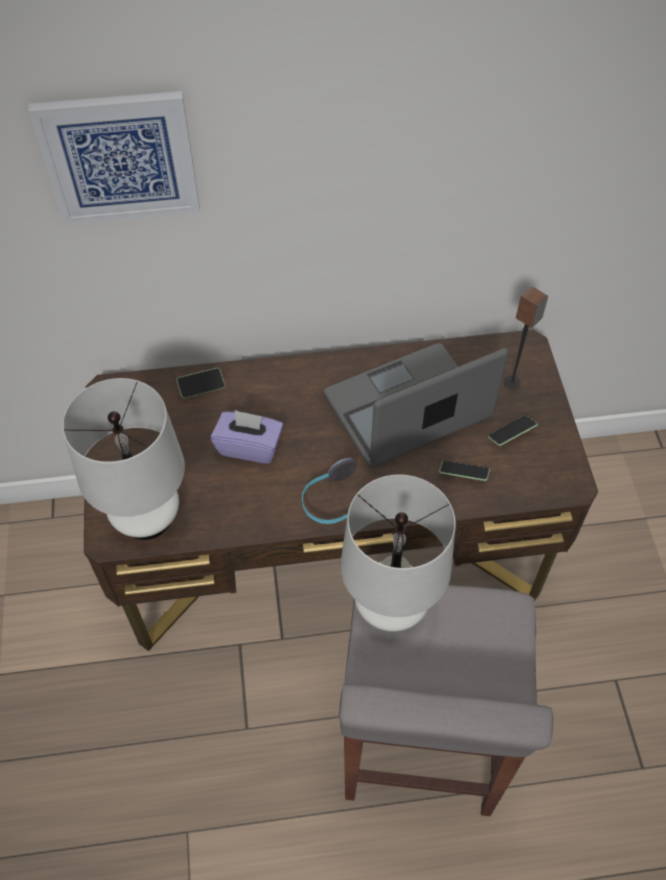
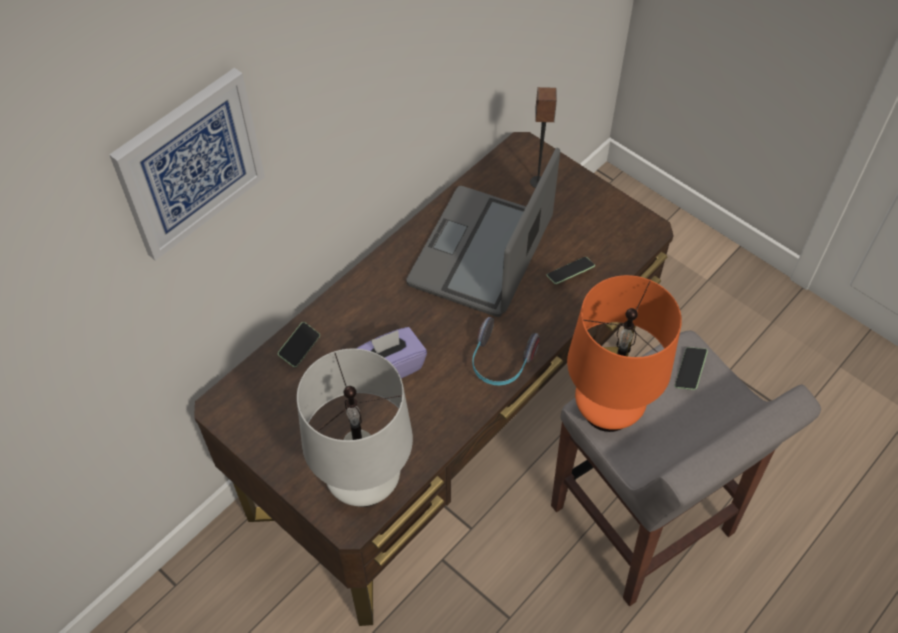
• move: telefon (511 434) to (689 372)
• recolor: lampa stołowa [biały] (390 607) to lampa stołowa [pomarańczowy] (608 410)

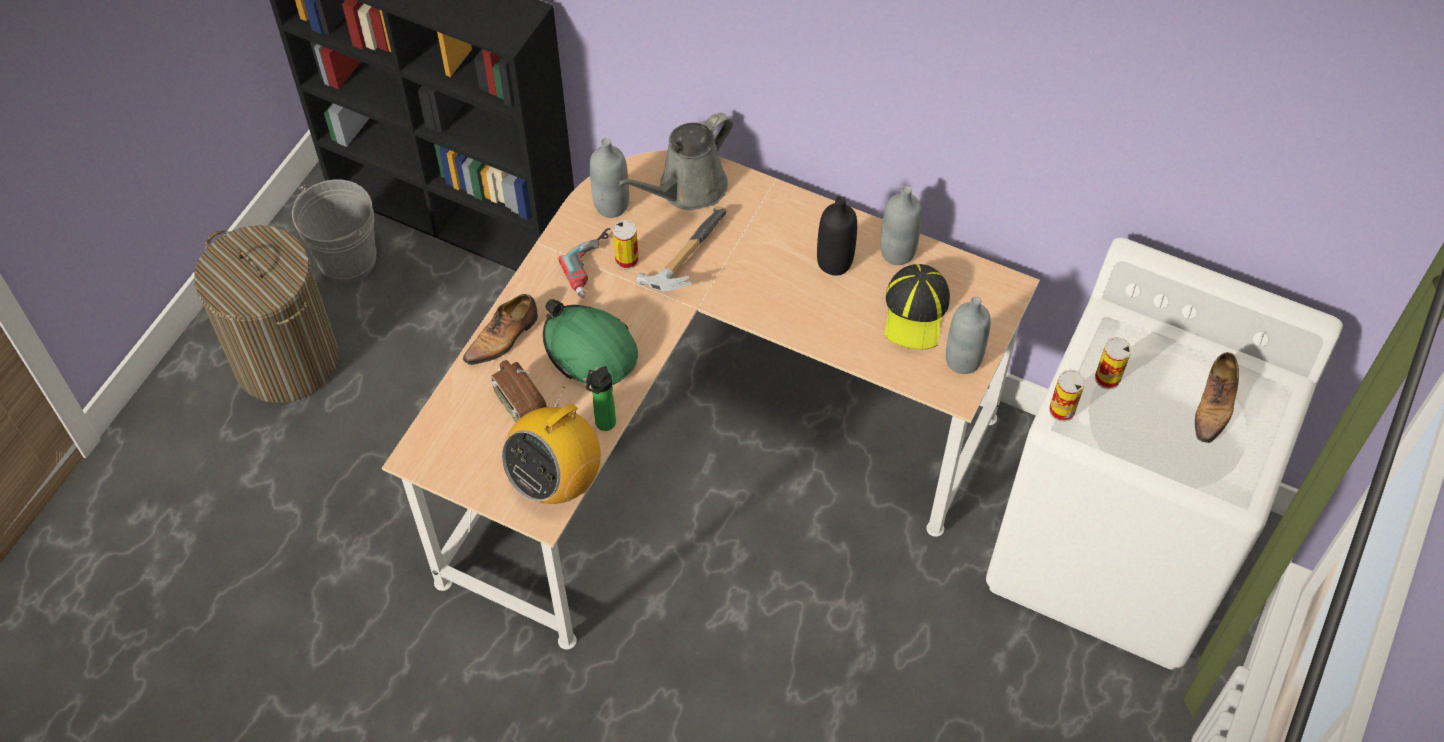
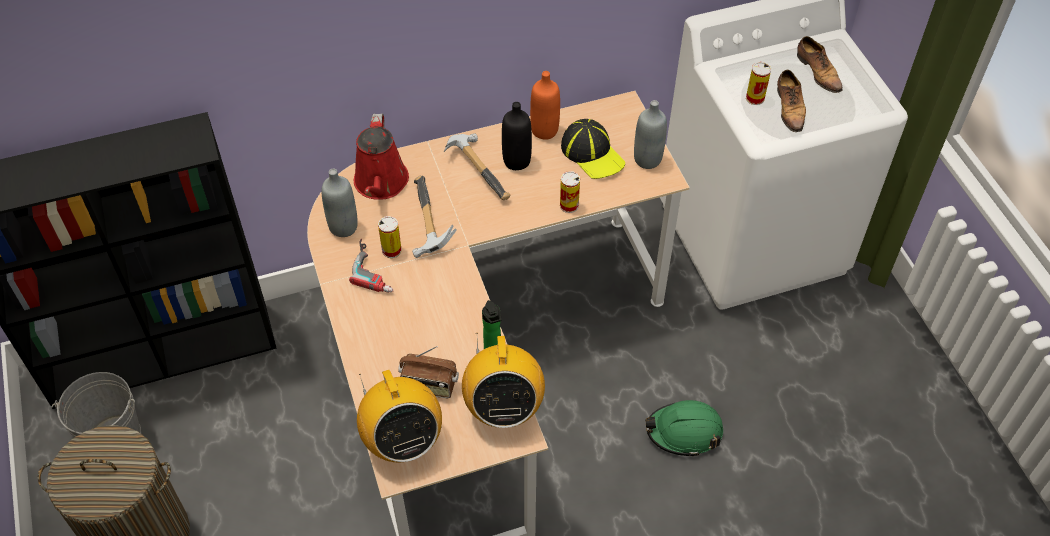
• recolor: konewka [szary] (687 189) to konewka [czerwony] (380 184)
• recolor: butelka [szary] (897 252) to butelka [pomarańczowy] (544 130)
• move: but (503 337) to (789 109)
• move: kask [zielony] (590 350) to (684 432)
• move: puszka (1062 410) to (569 205)
• insert: młotek (481 169)
• insert: radio (402 441)

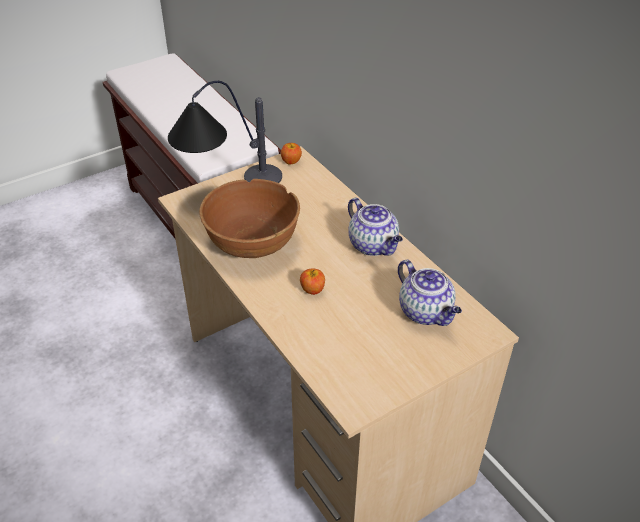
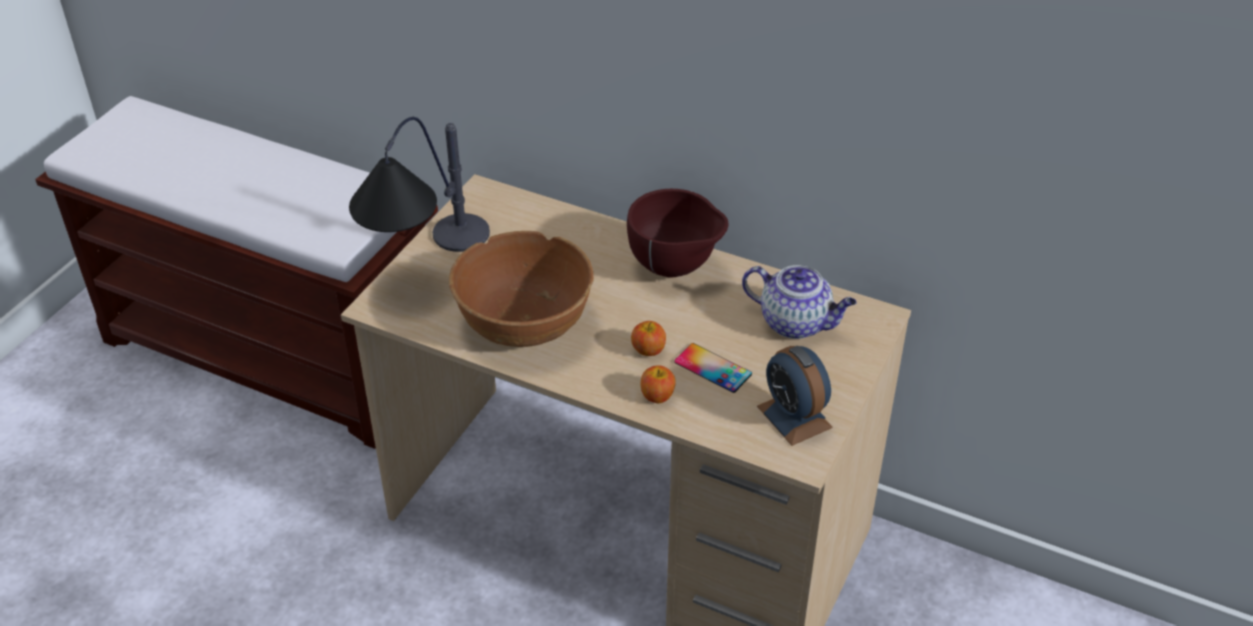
• move: jabłko (291 161) to (657 396)
• replace: imbryk (374 246) to miska [brązowy] (676 269)
• insert: telefon (712 368)
• insert: budzik (794 417)

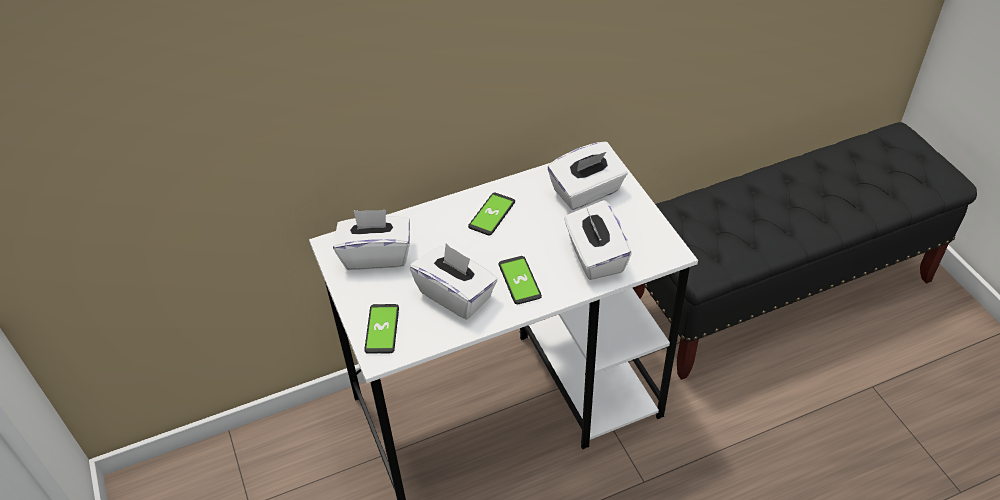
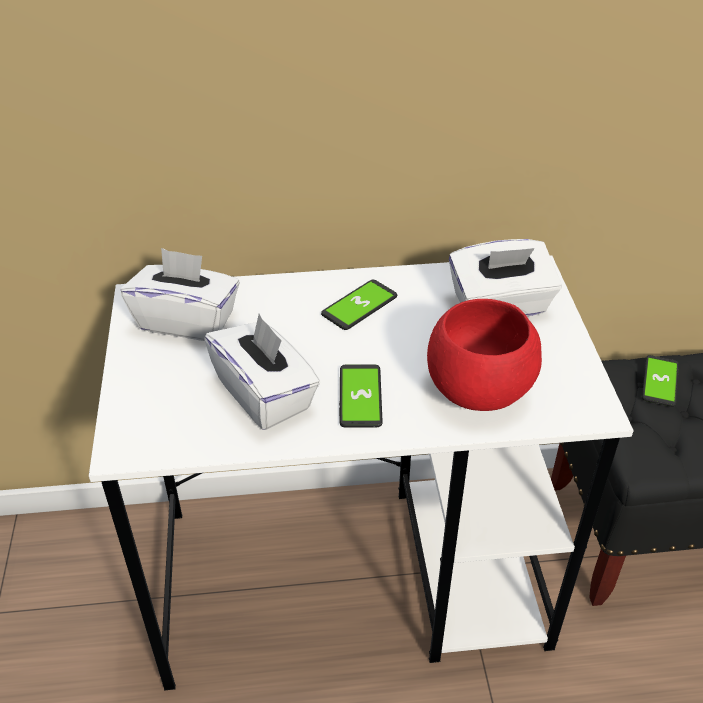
• replace: pudełko chusteczek [biały] (595 256) to miska [czerwony] (480 390)
• move: telefon (382 329) to (660 381)

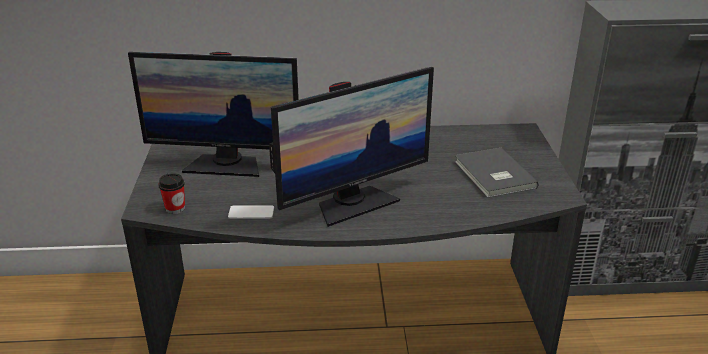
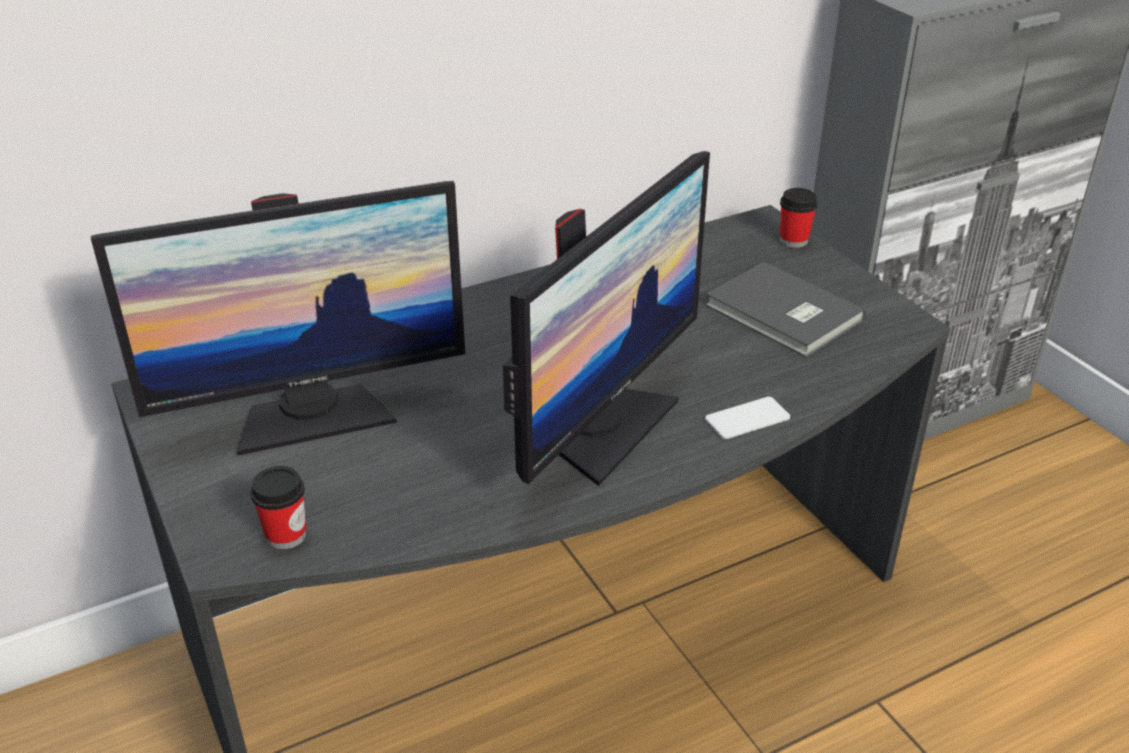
• move: telefon (251 213) to (747 419)
• insert: filiżanka (793 240)

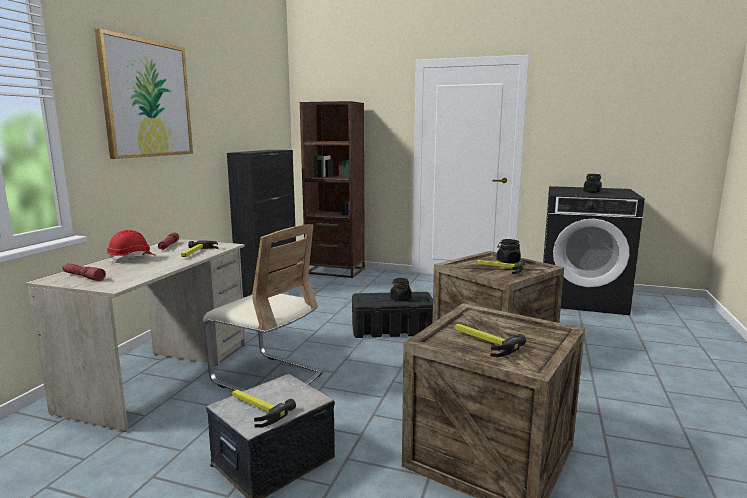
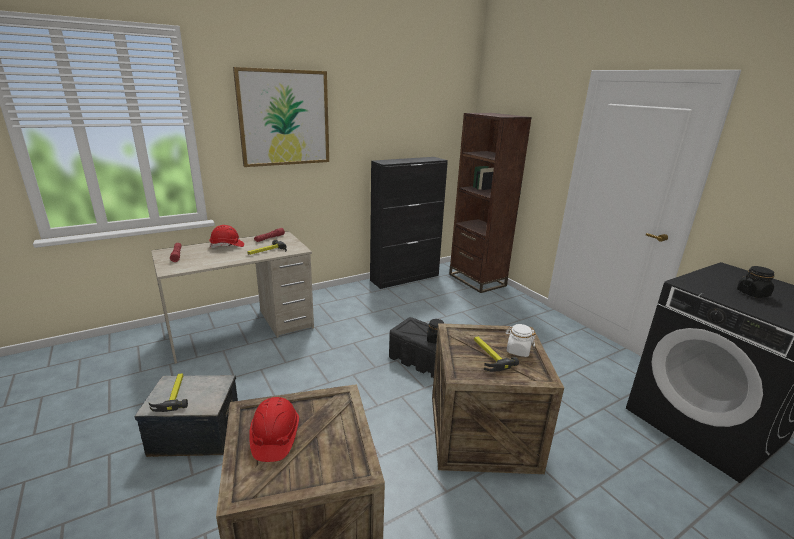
• delete: krzesło [beżowy] (267 378)
• recolor: słoik [czarny] (508 262) to słoik [biały] (518 351)
• replace: młotek (482 342) to kask [czerwony] (275 438)

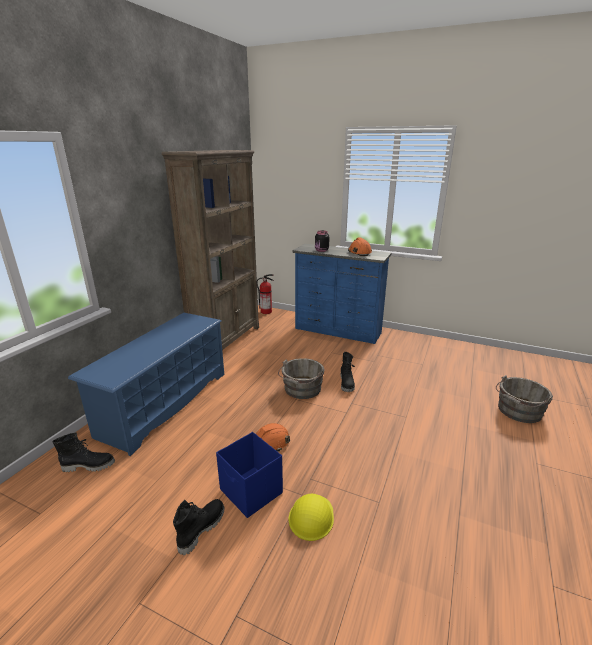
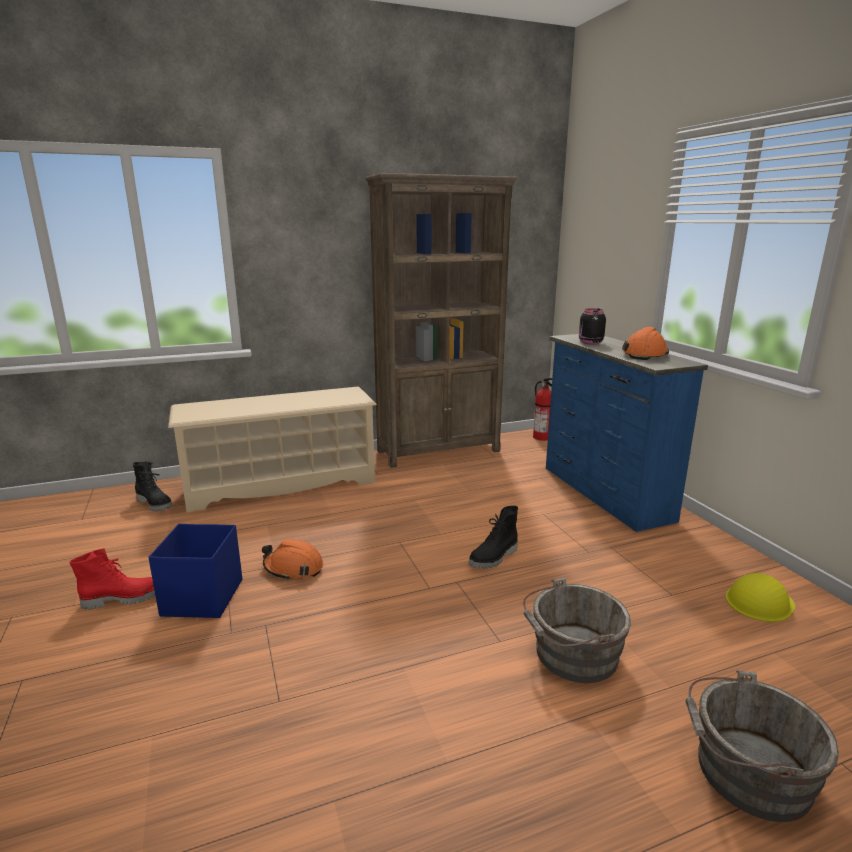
• recolor: regał na buty [niebieski] (165 403) to regał na buty [beżowy] (282 484)
• move: wiadro [szary] (301 389) to (571 655)
• move: kask [żółty] (311 516) to (759 602)
• recolor: but z cholewką [czarny] (201 528) to but z cholewką [czerwony] (123 598)

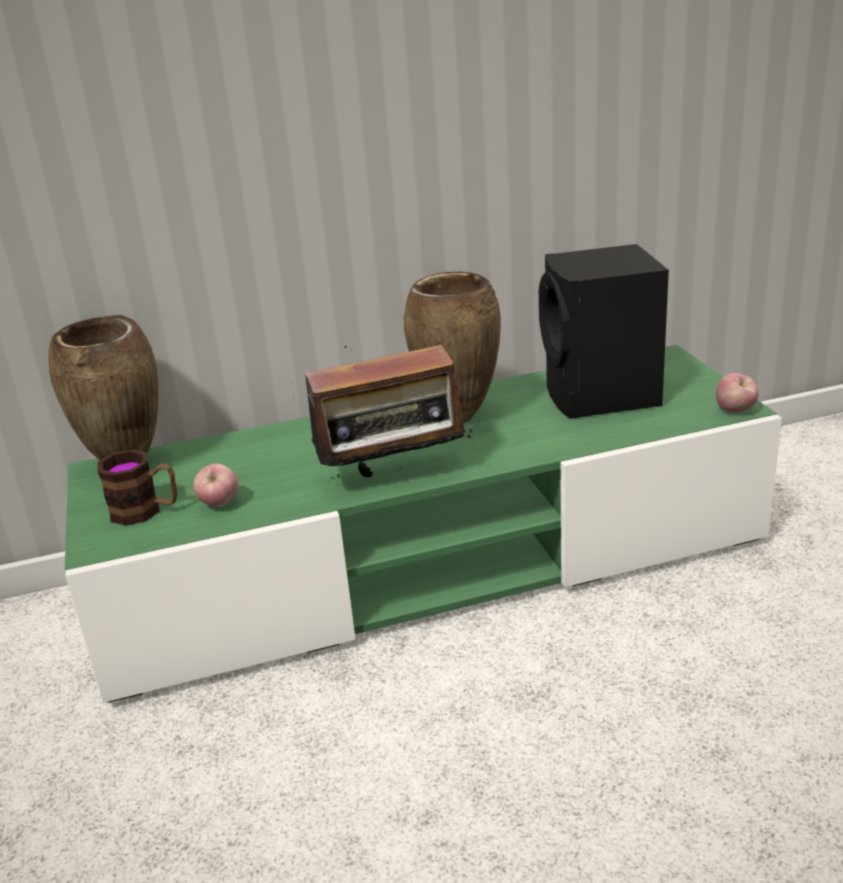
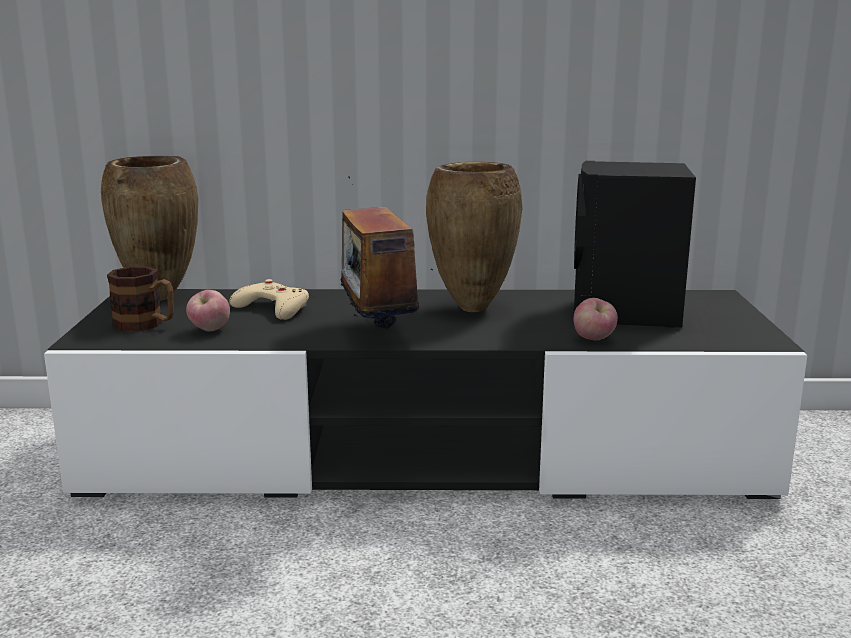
• recolor: szafka pod telewizor [zielony] (431 565) to szafka pod telewizor [czarny] (425 454)
• rotate: radio (394 478) = (376 337) 75 degrees clockwise
• move: jabłko (735 411) to (594 339)
• insert: pad do gier [beżowy] (273 308)

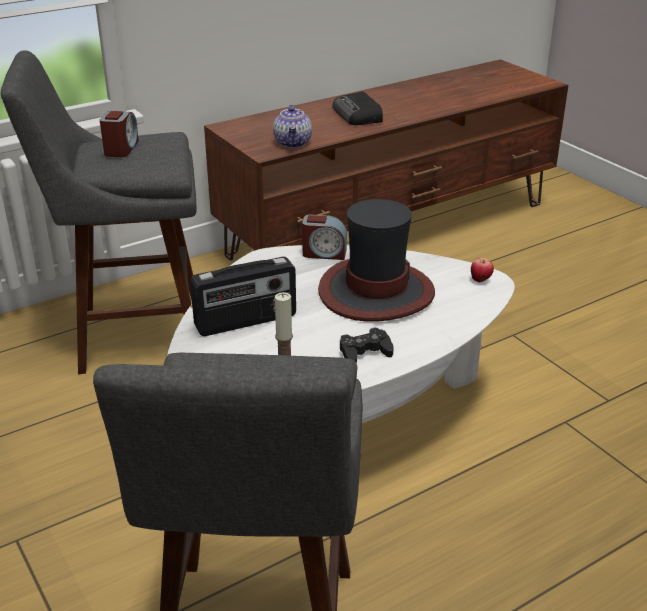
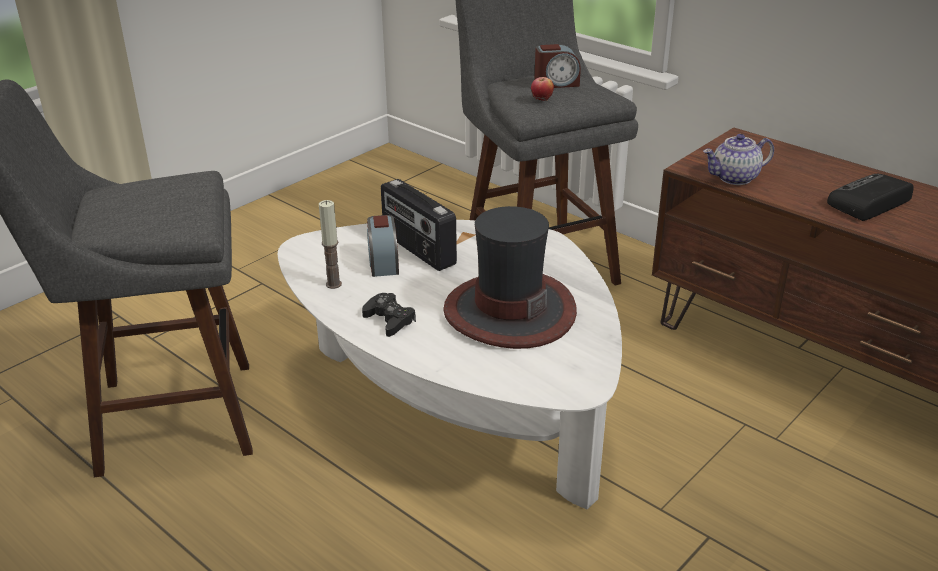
• move: budzik (324 253) to (383 263)
• move: jabłko (480 280) to (541 100)

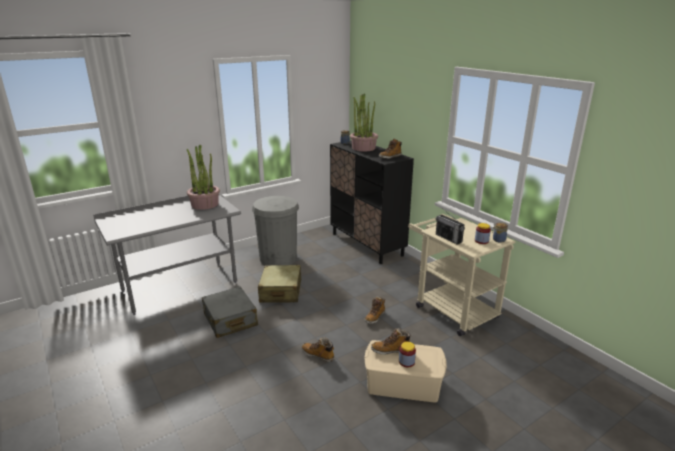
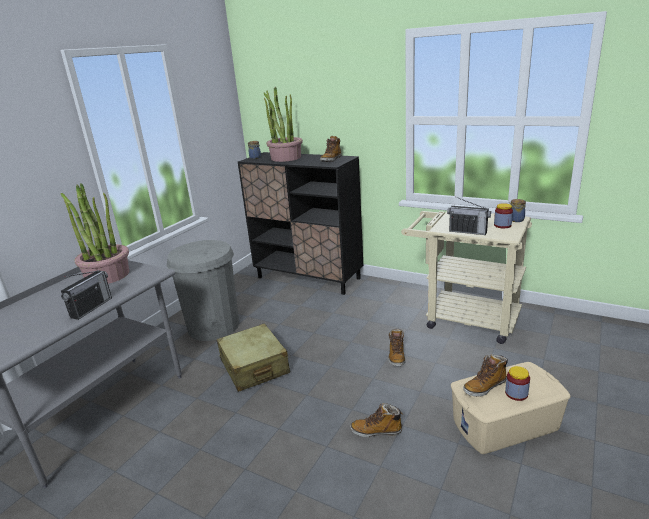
• delete: walizka [szary] (230 320)
• insert: radio (91 308)

